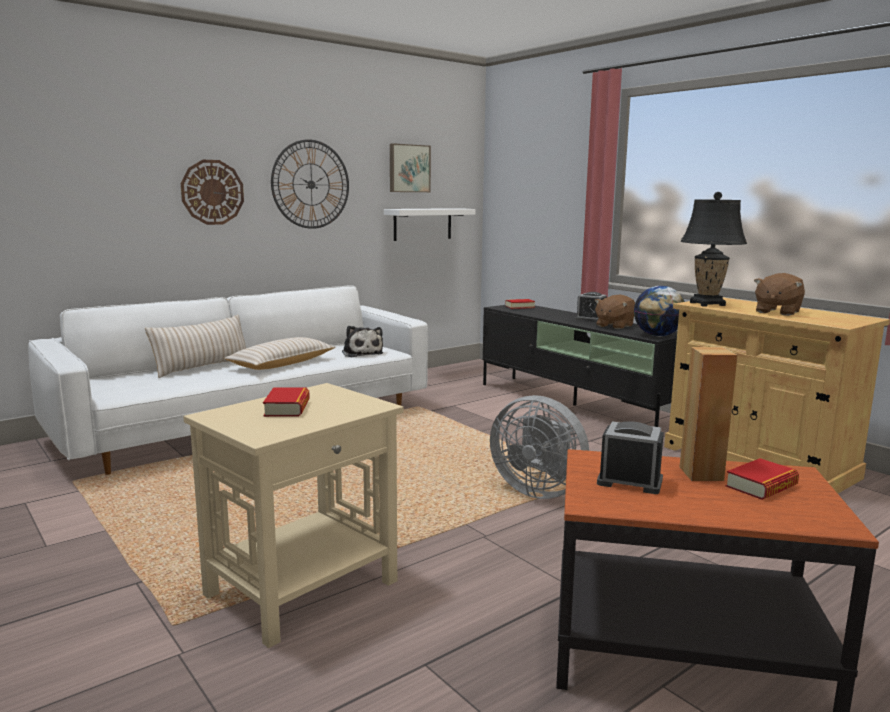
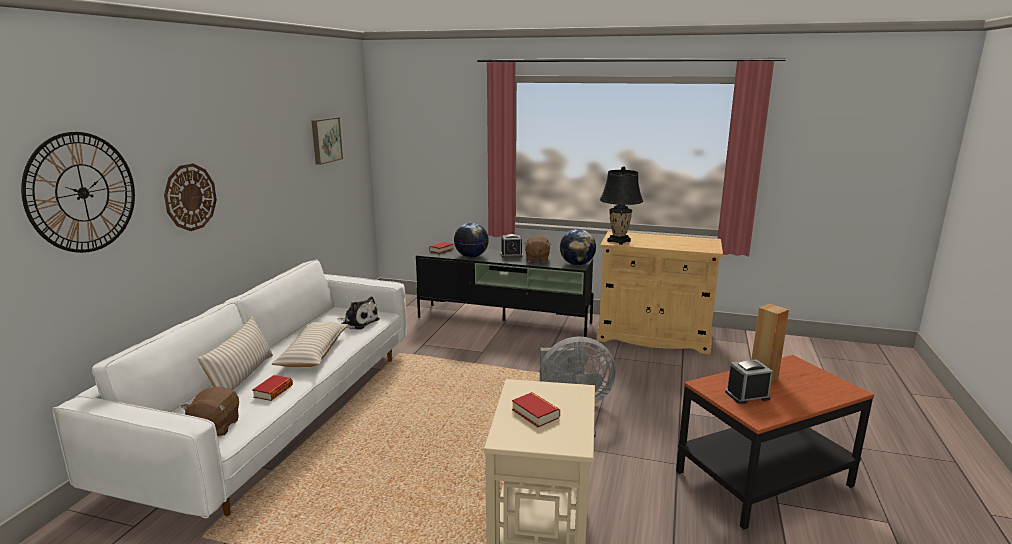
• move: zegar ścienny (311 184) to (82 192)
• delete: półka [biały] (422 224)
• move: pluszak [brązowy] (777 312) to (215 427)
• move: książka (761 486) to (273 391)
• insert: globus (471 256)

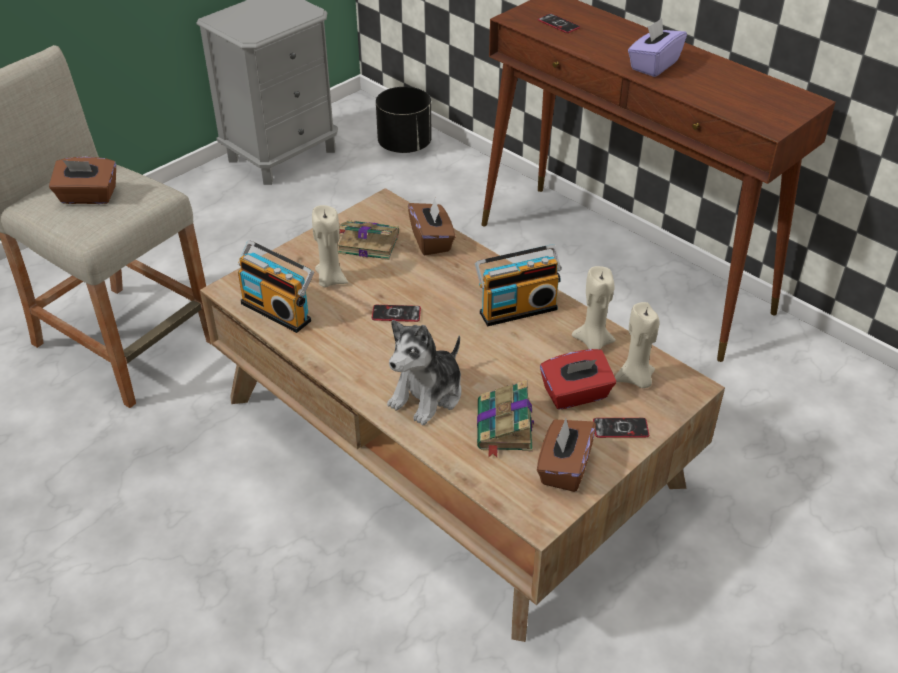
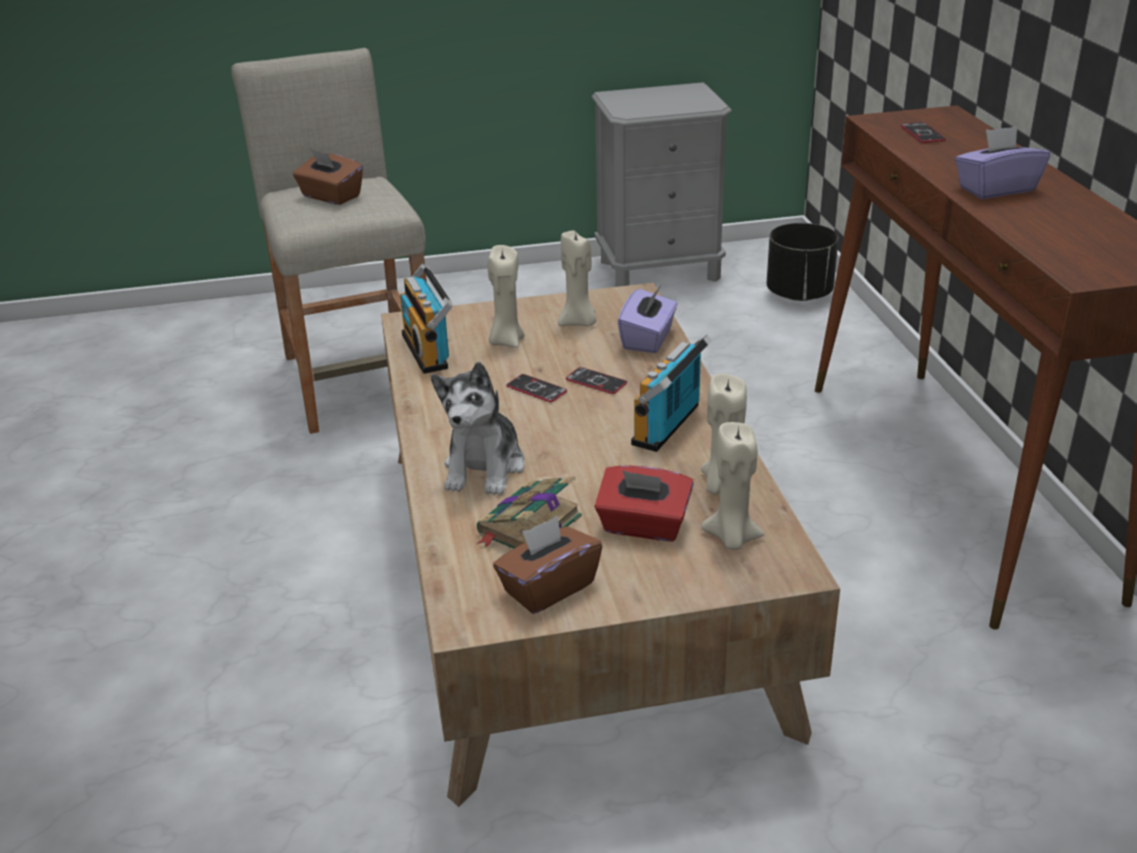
• recolor: pudełko chusteczek [brązowy] (431 241) to pudełko chusteczek [fioletowy] (648 339)
• replace: książka (367 243) to świeca [beżowy] (579 322)
• rotate: radio (517 309) = (670 426) 105 degrees clockwise
• rotate: pluszak (428 395) = (484 468) 60 degrees counterclockwise
• move: telefon (620 428) to (596 382)

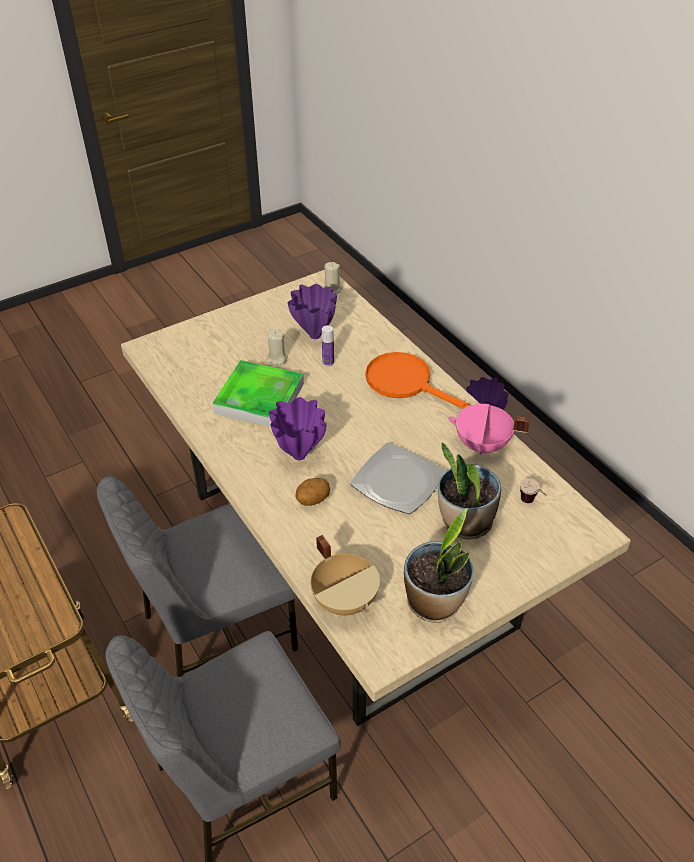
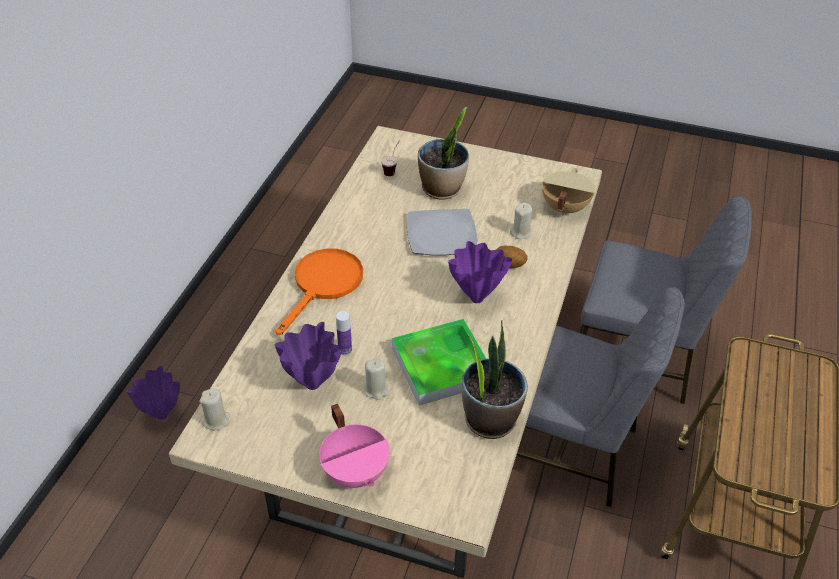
• rotate: patelnia [pomarańczowy] (406 383) = (324 285) 150 degrees counterclockwise
• move: garnek [różowy] (482 445) to (356 471)
• move: roślina doniczkowa (435 602) to (490 418)
• insert: świeca [beżowy] (520 232)

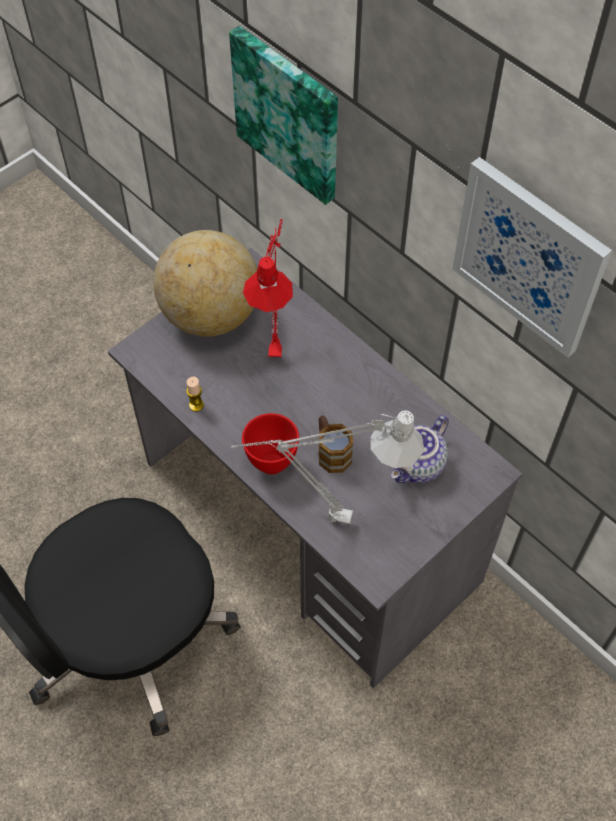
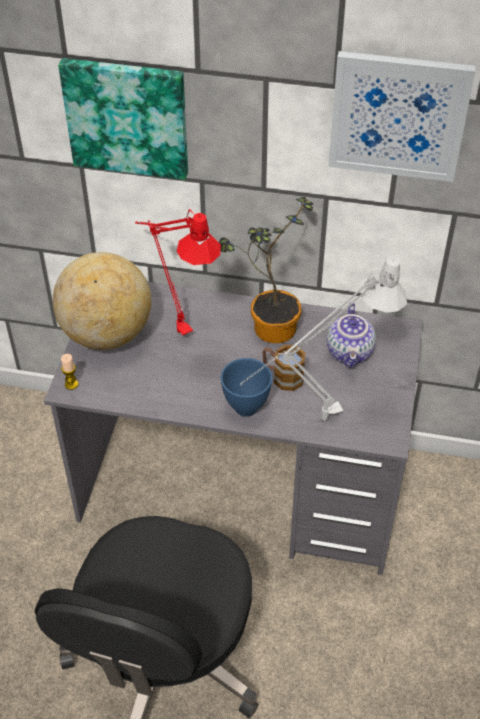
• move: świeca (196 405) to (71 384)
• recolor: miska [czerwony] (270 463) to miska [niebieski] (244 408)
• insert: roślina doniczkowa (268 326)

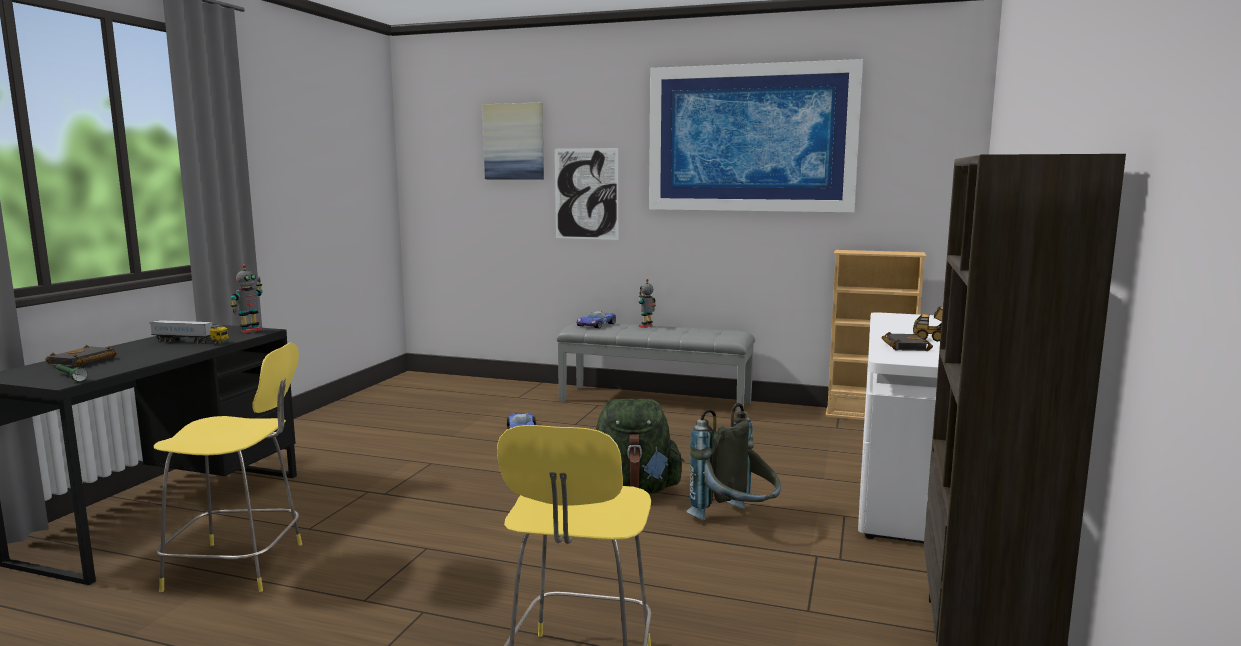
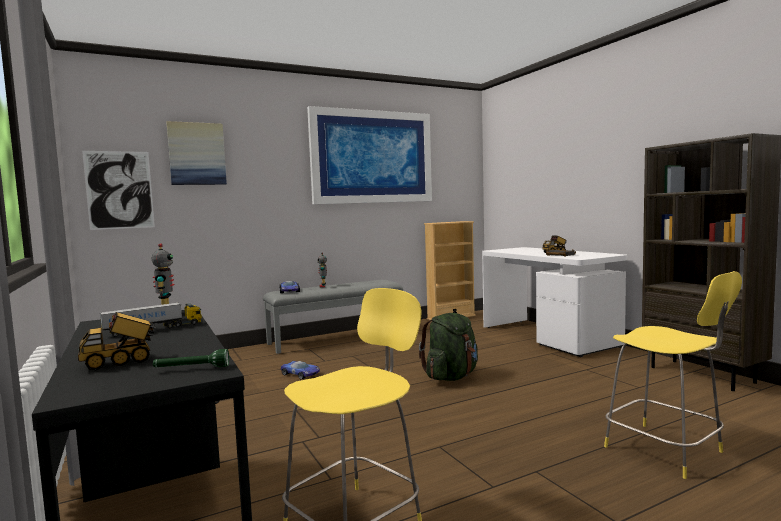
• move: obraz (586 194) to (119 190)
• replace: książka [czarny] (83 361) to ciężarówka zabawkowa (120 362)
• delete: plecak [szary] (737 522)

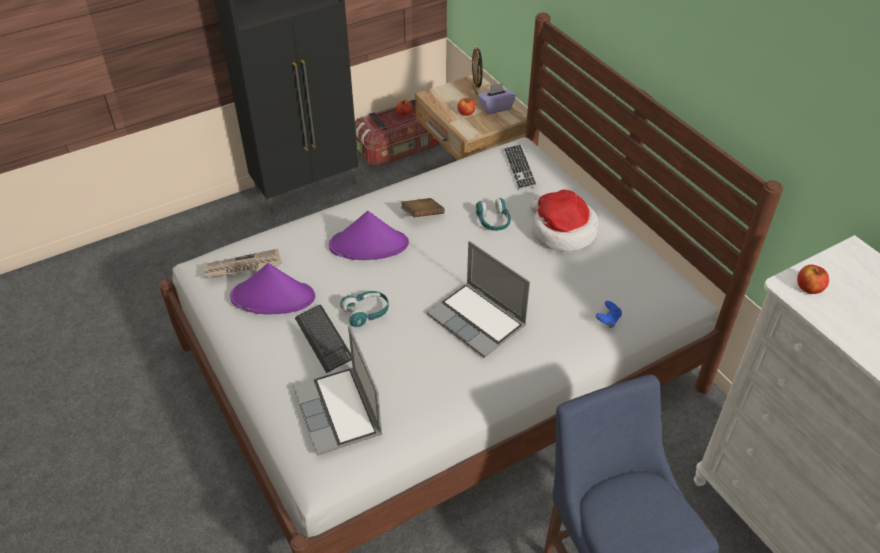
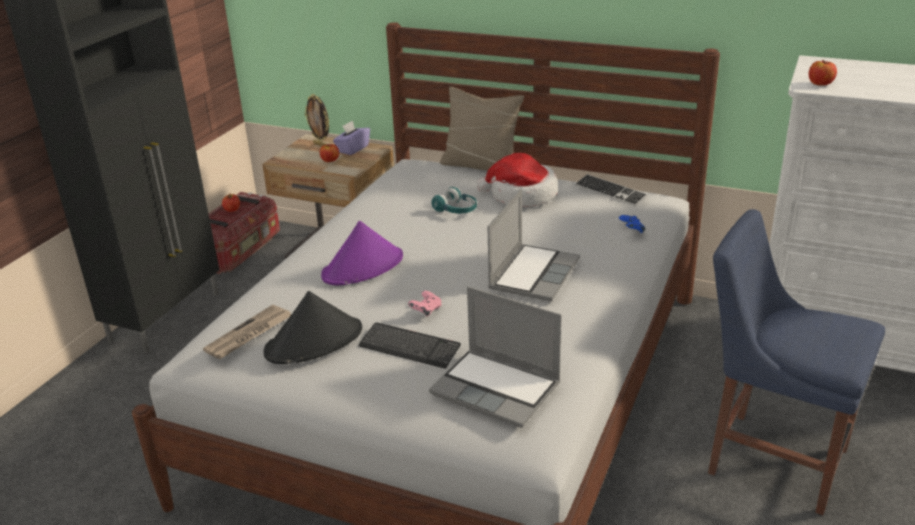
• move: klawiatura (519 168) to (610 192)
• delete: książka [brązowy] (422 215)
• rotate: laptop (478 321) = (533 273) 75 degrees counterclockwise
• recolor: kapelusz [fioletowy] (273 297) to kapelusz [czarny] (314 341)
• replace: słuchawki [turkusowy] (366 313) to pad do gier [różowy] (426 311)
• insert: poduszka [beżowy] (481 165)

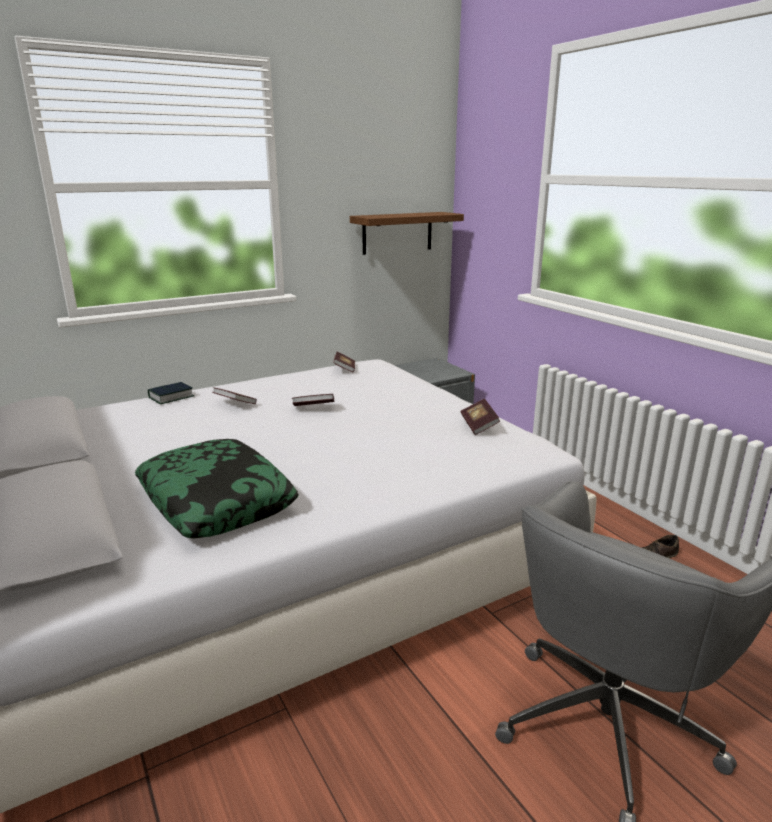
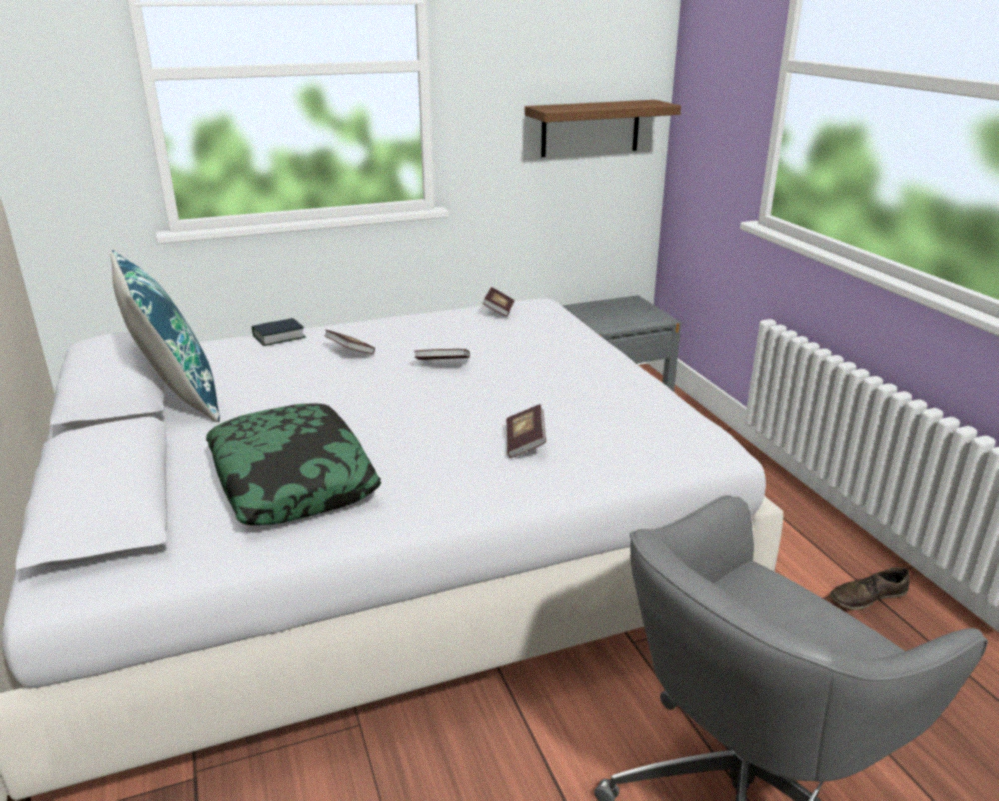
• move: książka (479 425) to (525 443)
• insert: poduszka [niebieski] (176 397)

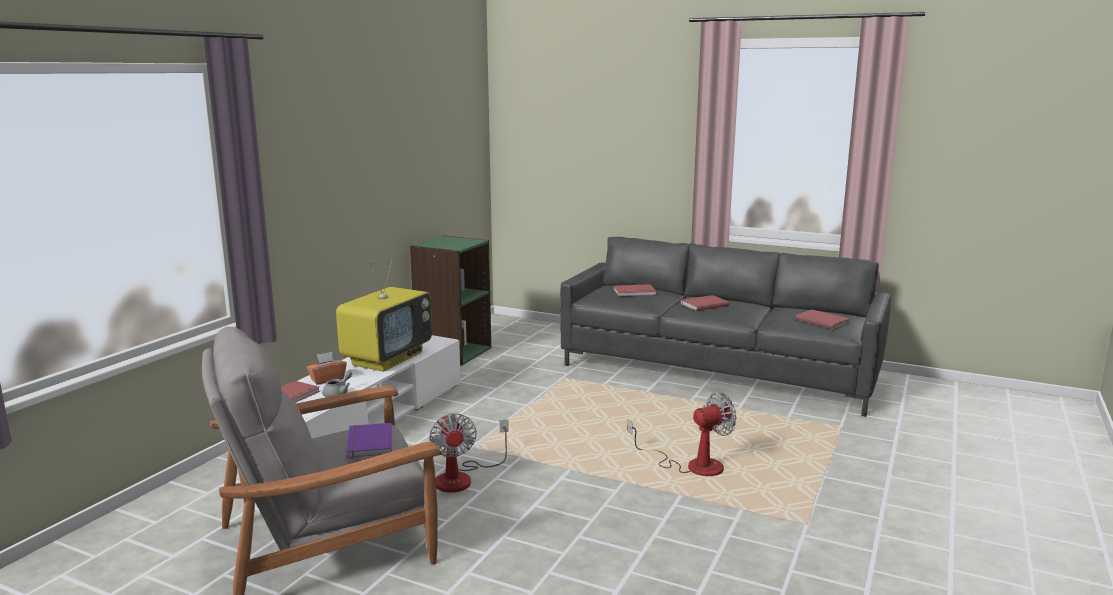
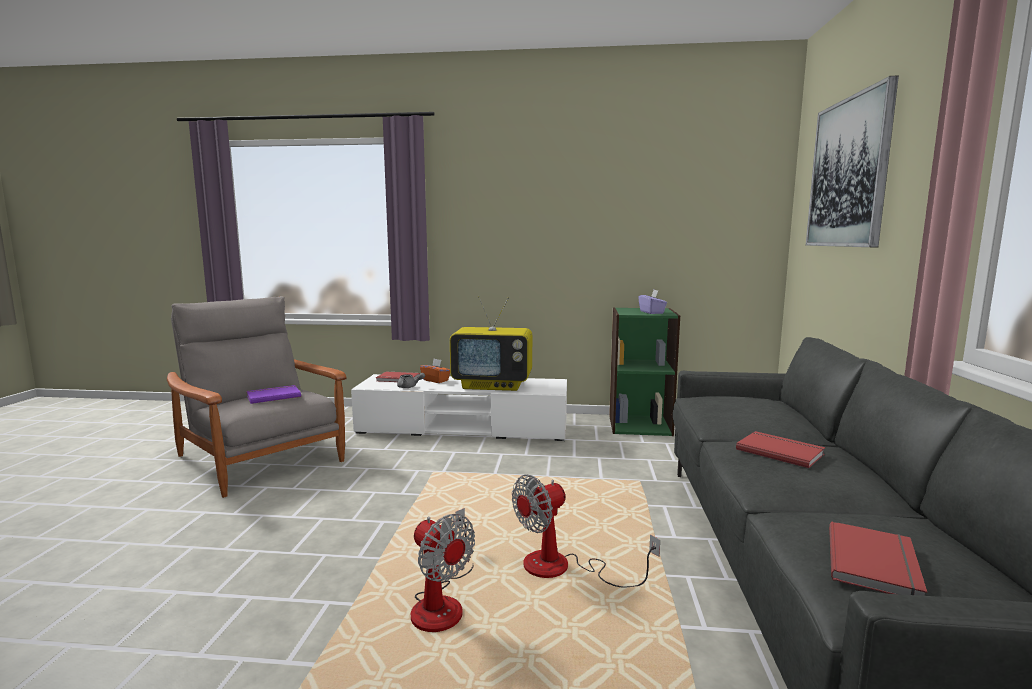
• delete: książka [czerwony] (635 292)
• move: wentylator (462 477) to (563 569)
• insert: obraz (848 173)
• insert: pudełko chusteczek [fioletowy] (652 312)

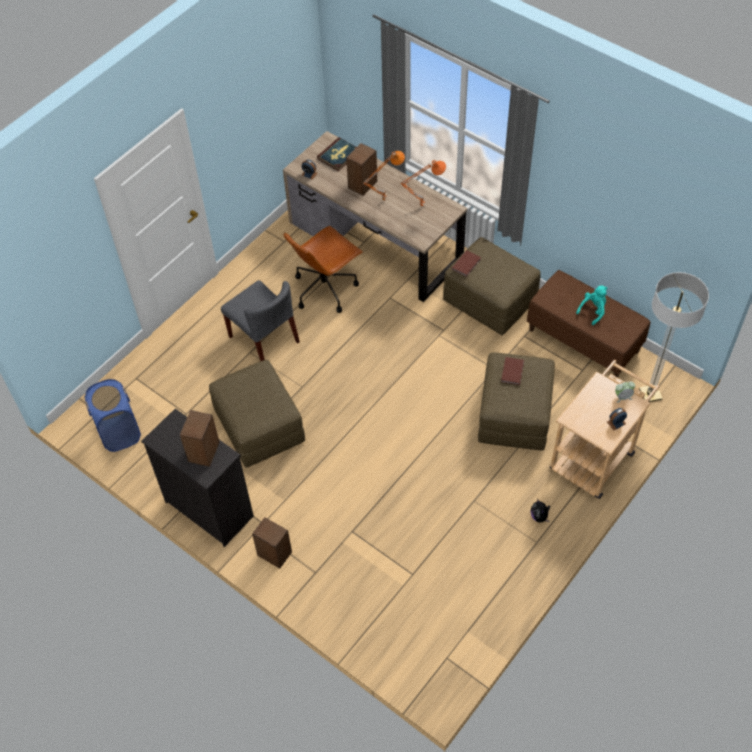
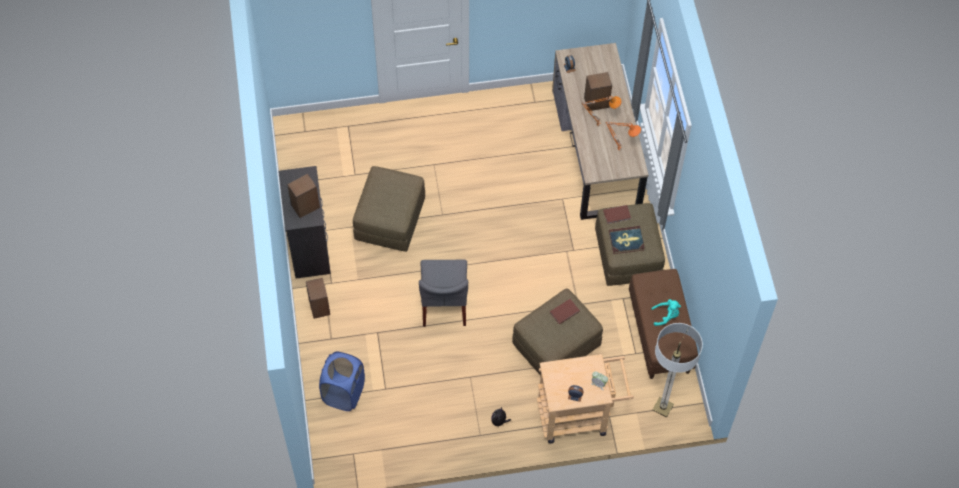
• move: książka (338 155) to (626 241)
• delete: krzesło biurowe [brązowy] (325 288)
• move: krzesło [szary] (264 339) to (444 304)
• move: kosz na pranie [niebieski] (119 432) to (344 393)

